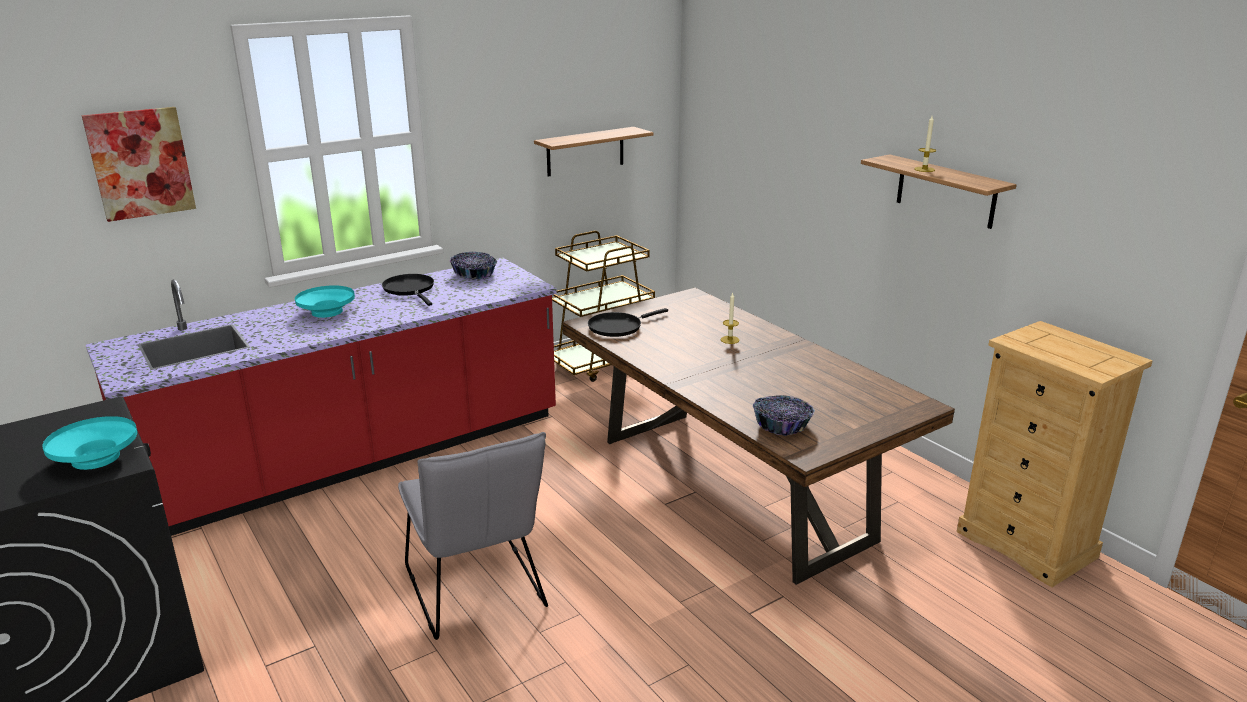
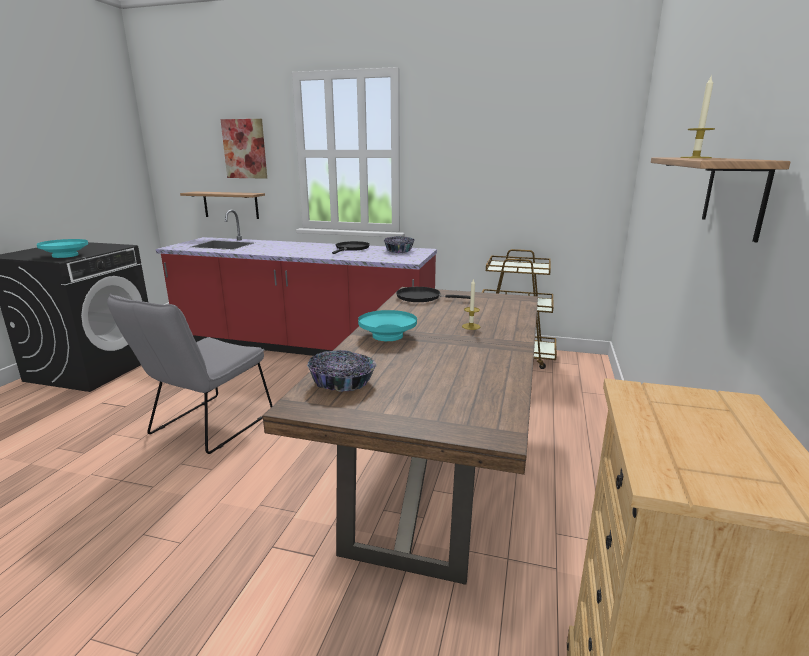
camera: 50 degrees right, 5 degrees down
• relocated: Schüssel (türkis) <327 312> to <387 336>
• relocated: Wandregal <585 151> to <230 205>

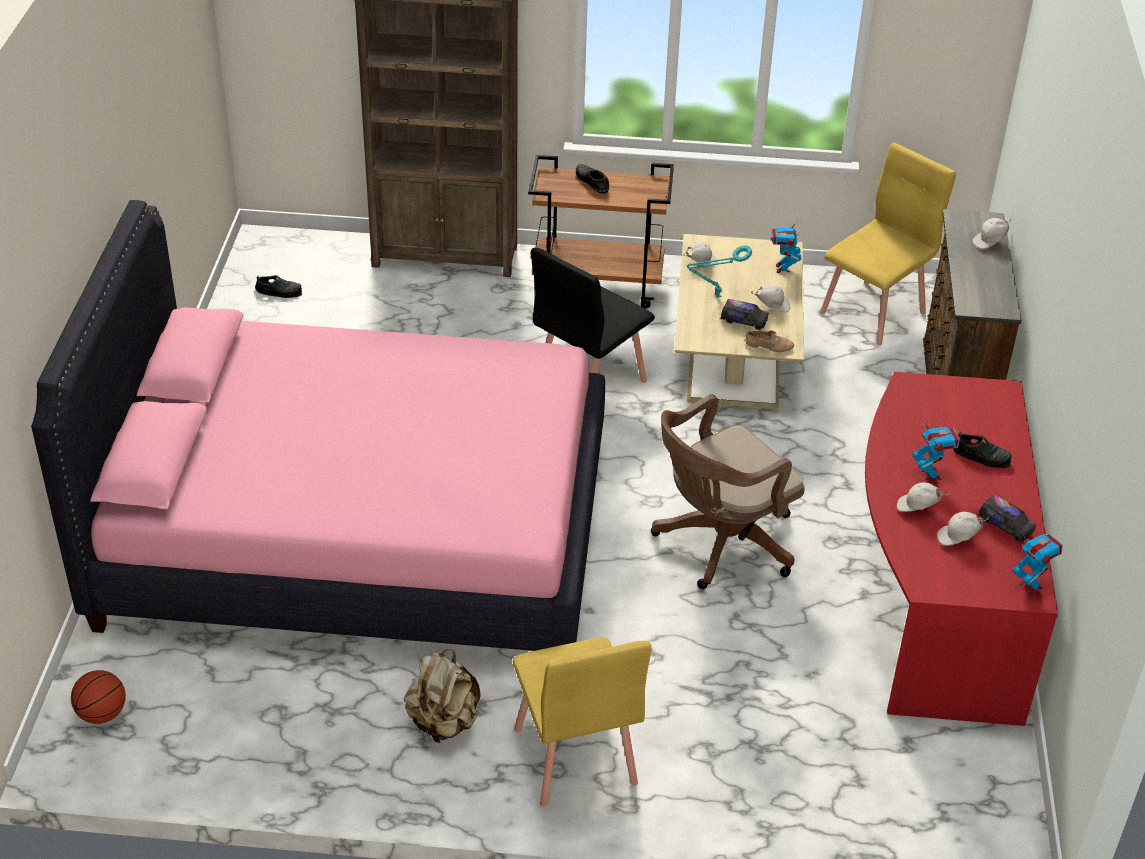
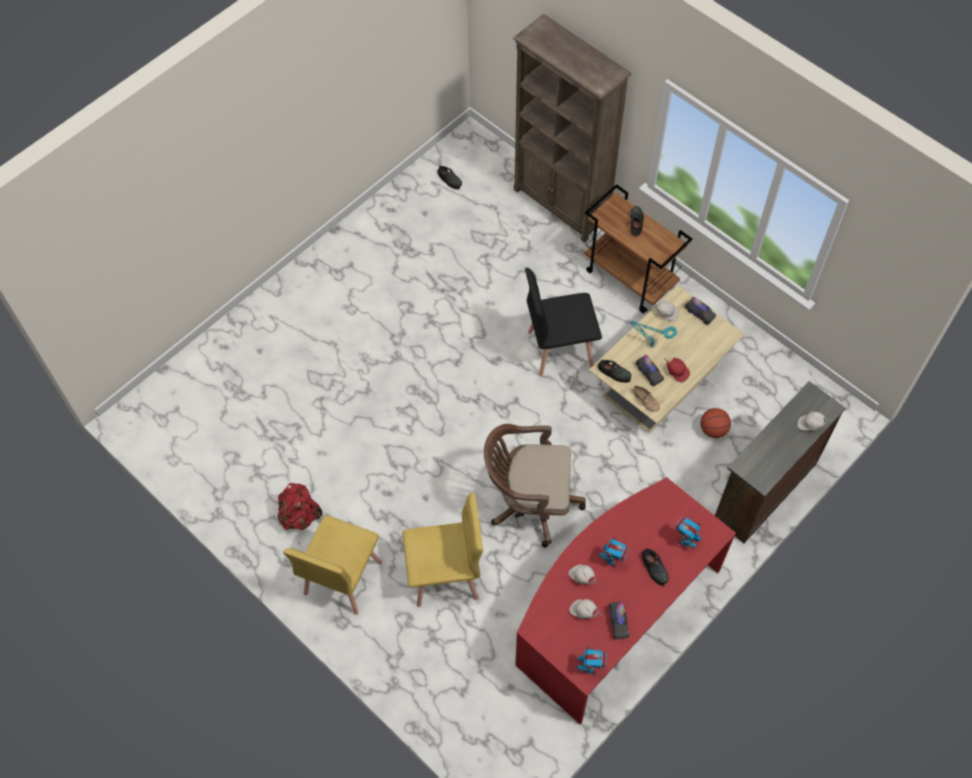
camera: 40 degrees right, 20 degrees up
• missing: Bett (rosa) <356 533>
• relocated: Basketball <102 714> to <713 429>
• colour: Rucksack (beige) <443 723> to Rucksack (rot) <300 515>
• colour: Kappe (weiß) <772 305> to Kappe (rot) <677 372>
• relocated: Spielzeugroboter <782 268> to <685 541>
• relocated: Stuhl (gelb) <874 312> to <445 575>
• appeared: Schuh (schwarz) <614 372>
• appeared: Spielzeuglaster <699 313>

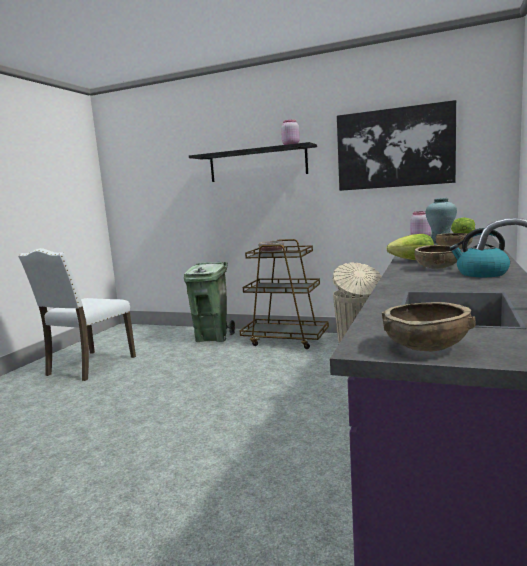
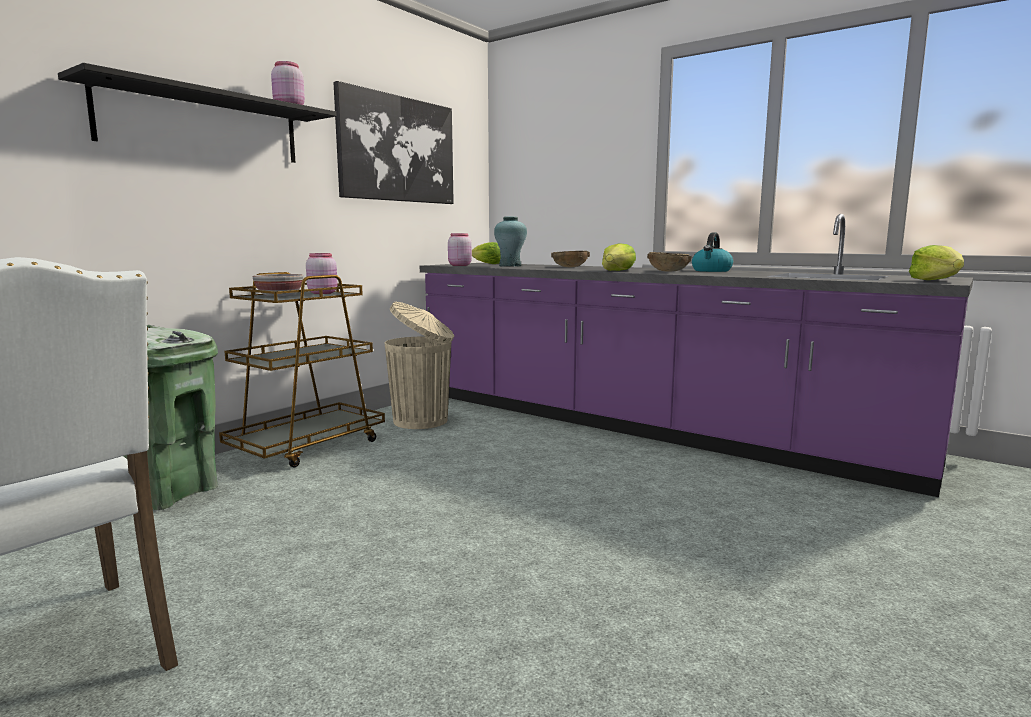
camera: 75 degrees left, 0 degrees up
• exchanged: Schüssel (braun) <426 347> to Salatkopf <936 280>
• appeared: Vorratsglas (rosa) <323 293>

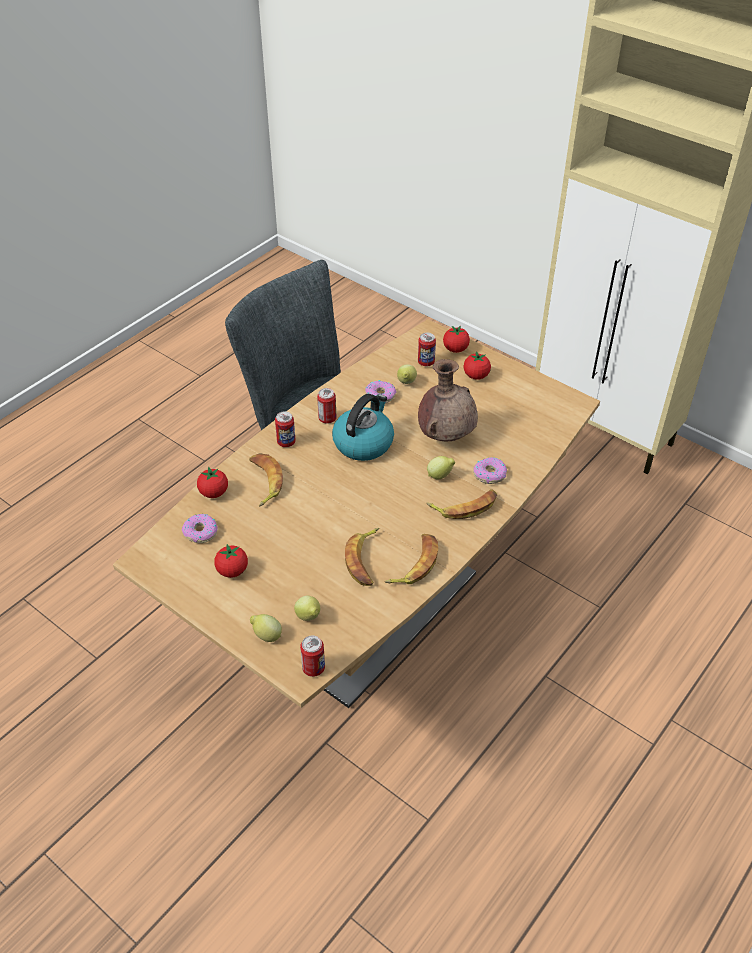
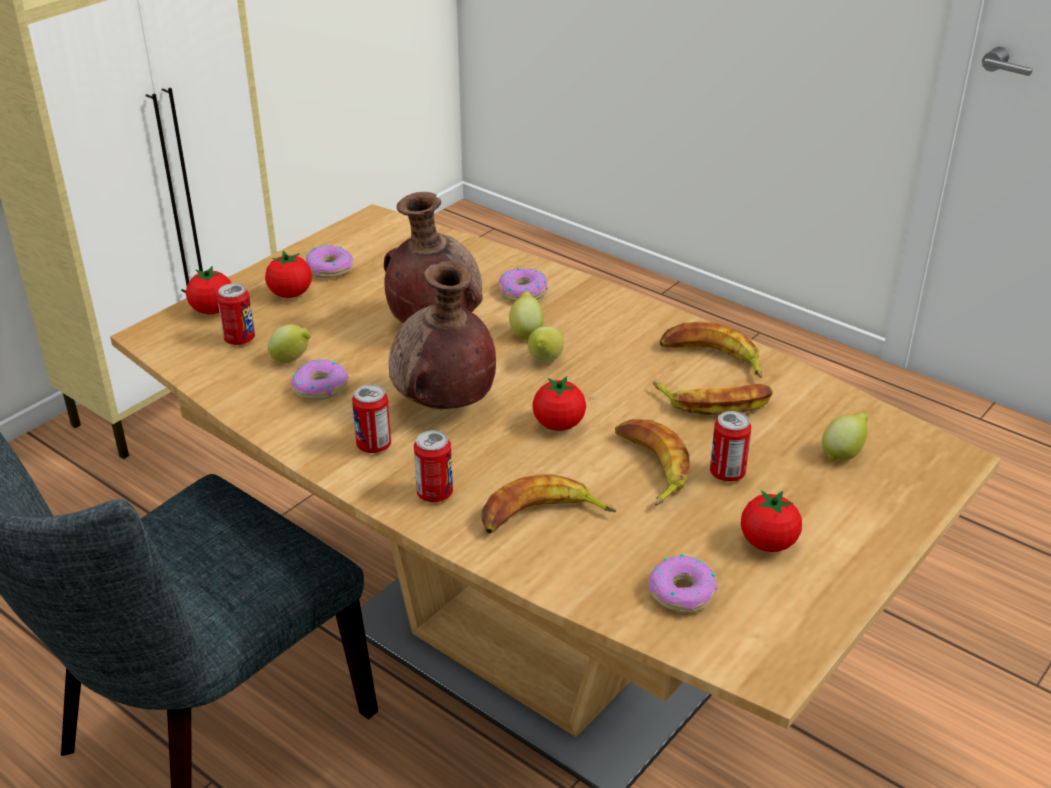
camera: 90 degrees left, 10 degrees down
• relocated: Tomate <214 493> to <558 424>
• relocated: Zitrone <266 636> to <544 361>
• relocated: Dose <313 668> to <727 473>
• exchanged: Wasserkessel <363 443> to Vase (braun) <443 404>
• relocated: Banane <465 507> to <649 467>
• appeared: Donut <330 268>

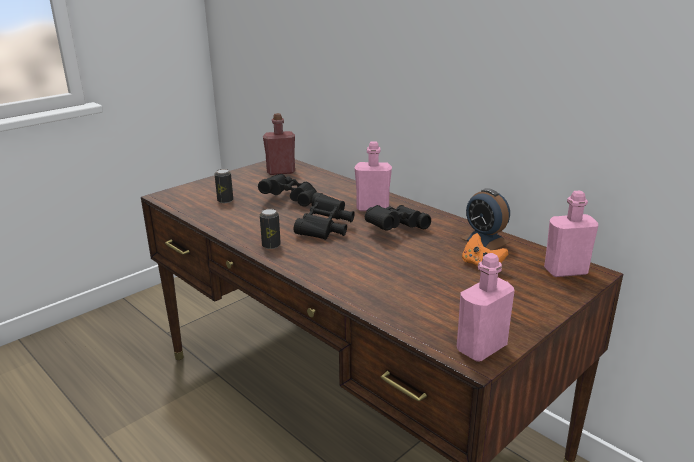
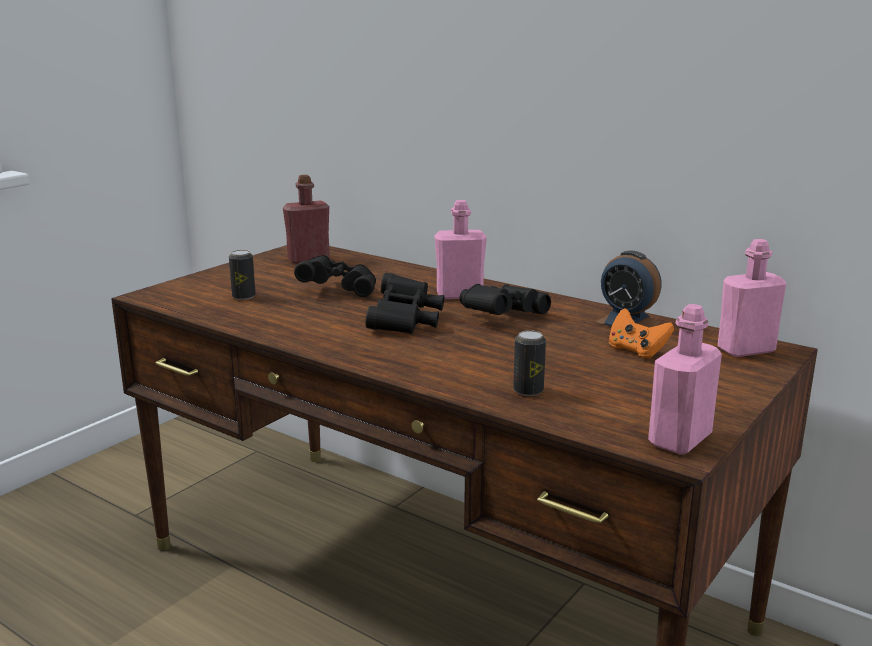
camera: 10 degrees left, 5 degrees down
• relocated: Dose <271 245> to <528 390>

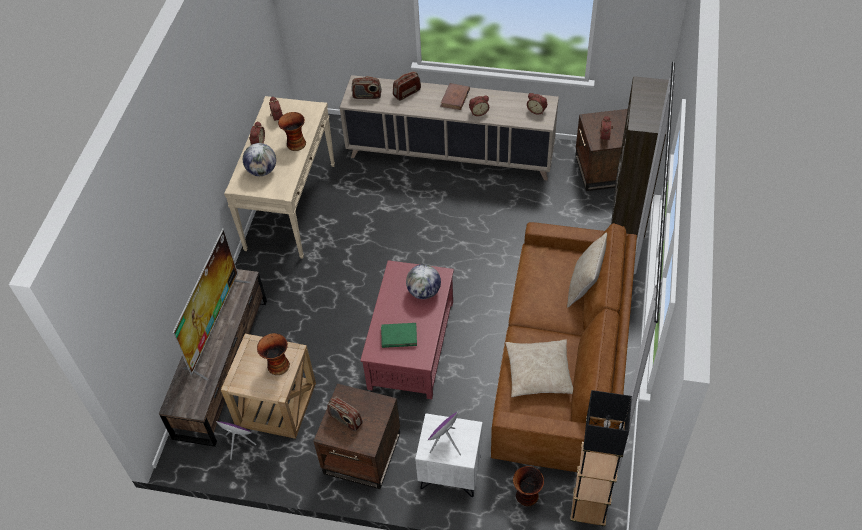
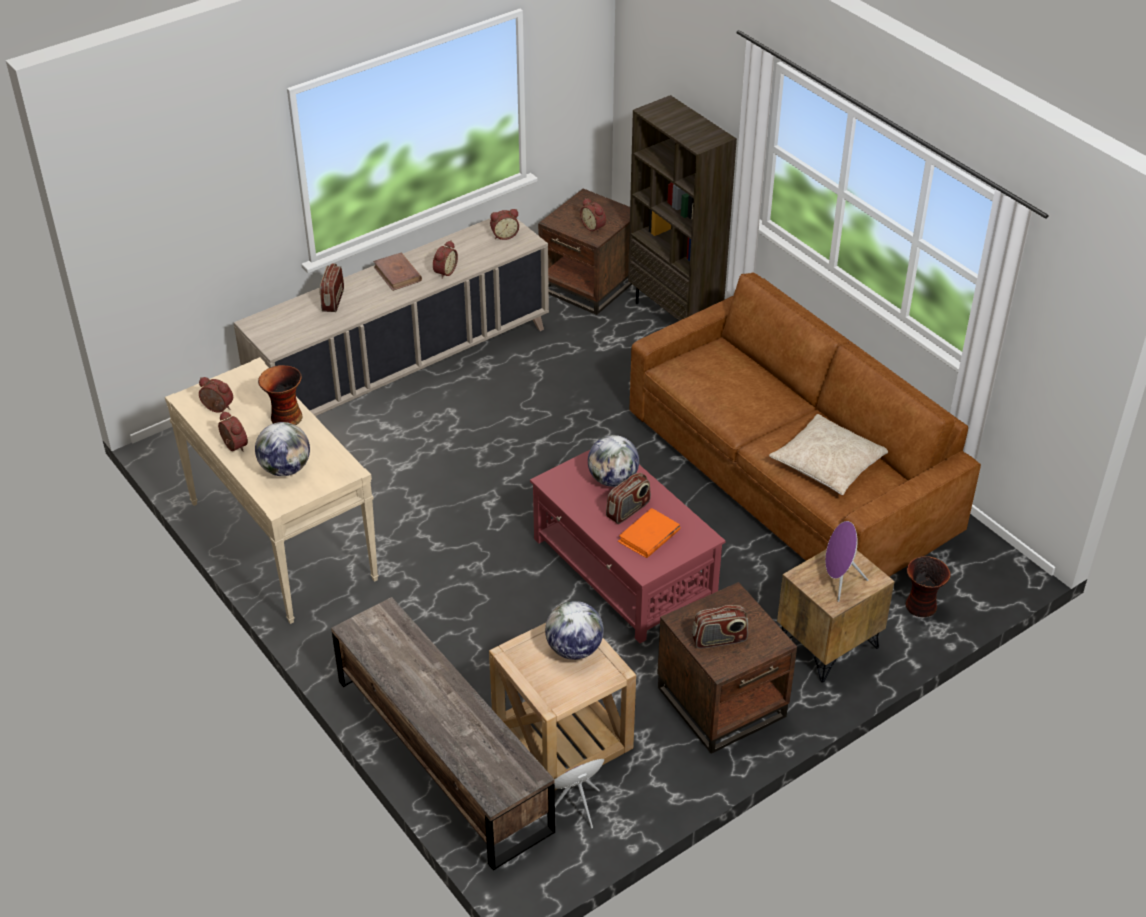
camera: 50 degrees left, 10 degrees down
• missing: Fernseher <215 326>
• exchanged: Vase <277 365> to Globus <574 649>
• relocated: Radio <367 96> to <628 510>
• colour: Buch (grün) <398 337> to Buch (orange) <649 536>
• colour: Nachttisch (weiß) <450 472> to Nachttisch (braun) <828 646>
• missing: Kissen (beige) <584 286>
• missing: Stehlampe (schwarz) <588 509>

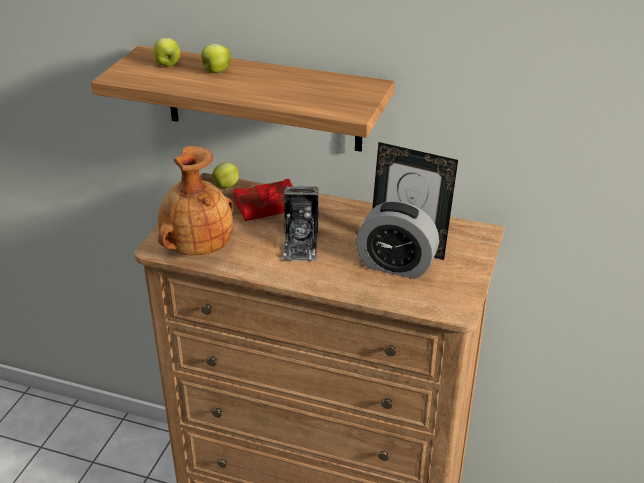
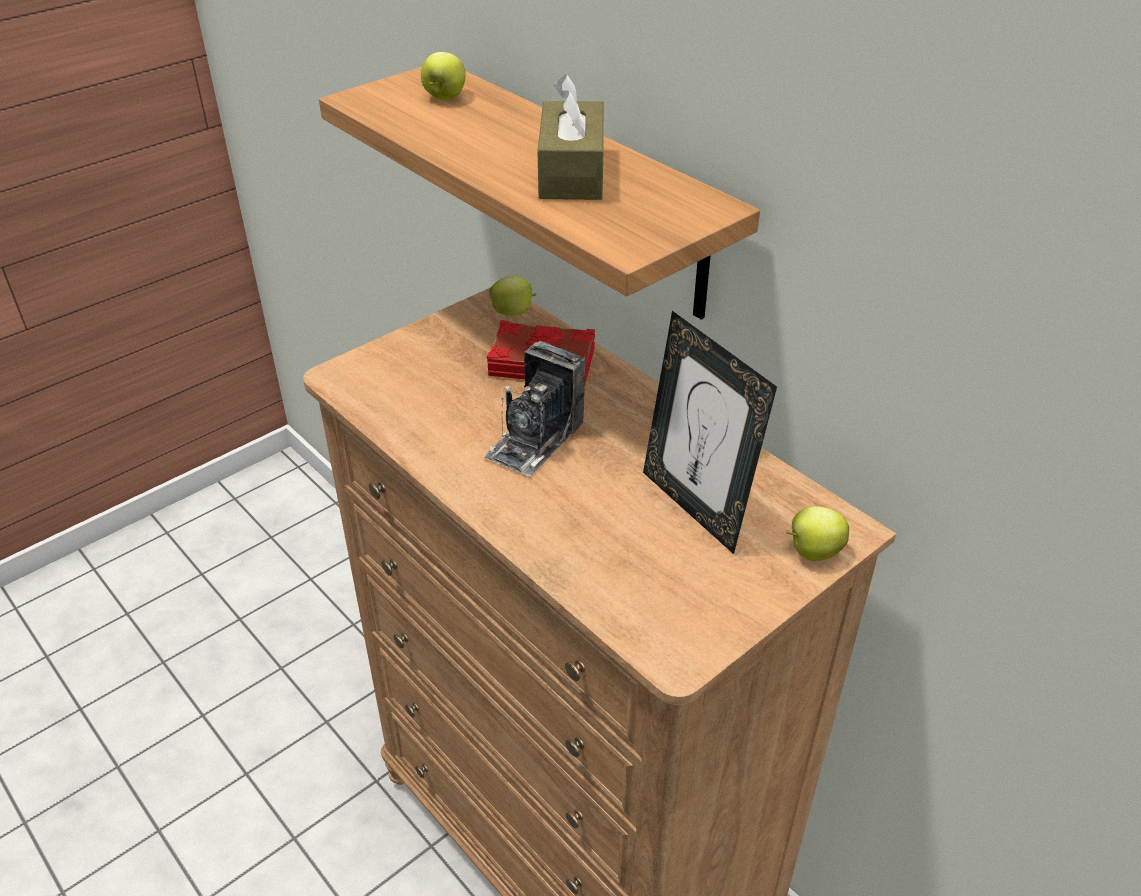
camera: 30 degrees right, 5 degrees up
• missing: Vase (braun) <197 248>
• relocated: Apfel <216 71> to <812 552>
• missing: Wecker <395 266>
• appeared: Taschentuchbox (braun) <571 173>

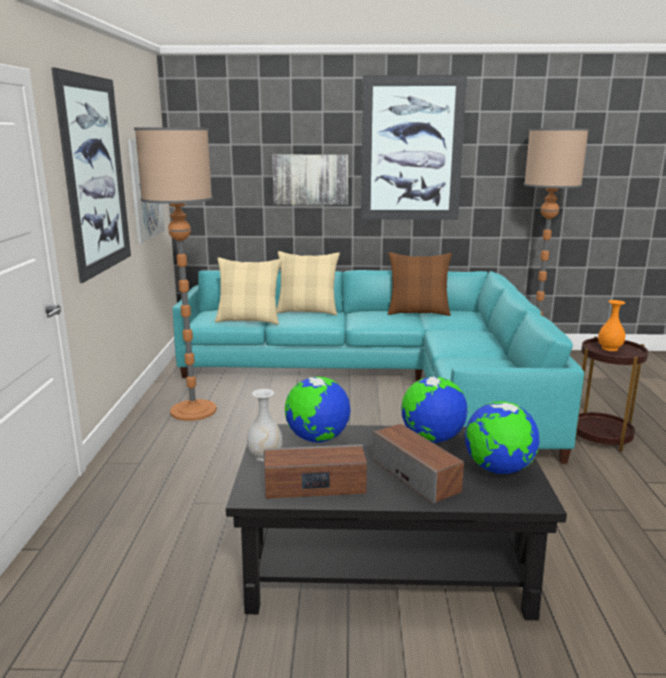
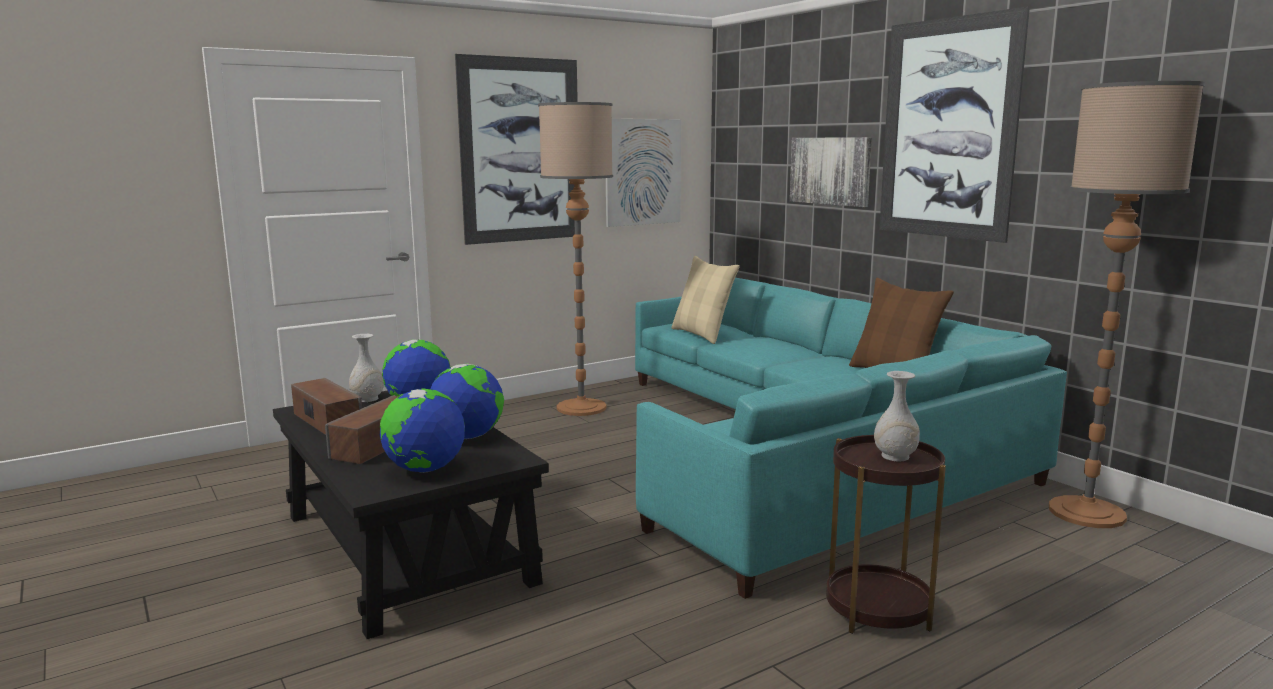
camera: 55 degrees right, 5 degrees down
• missing: Kissen (beige) <307 311>
• colour: Vase (orange) <610 349> to Vase (weiß) <895 456>

